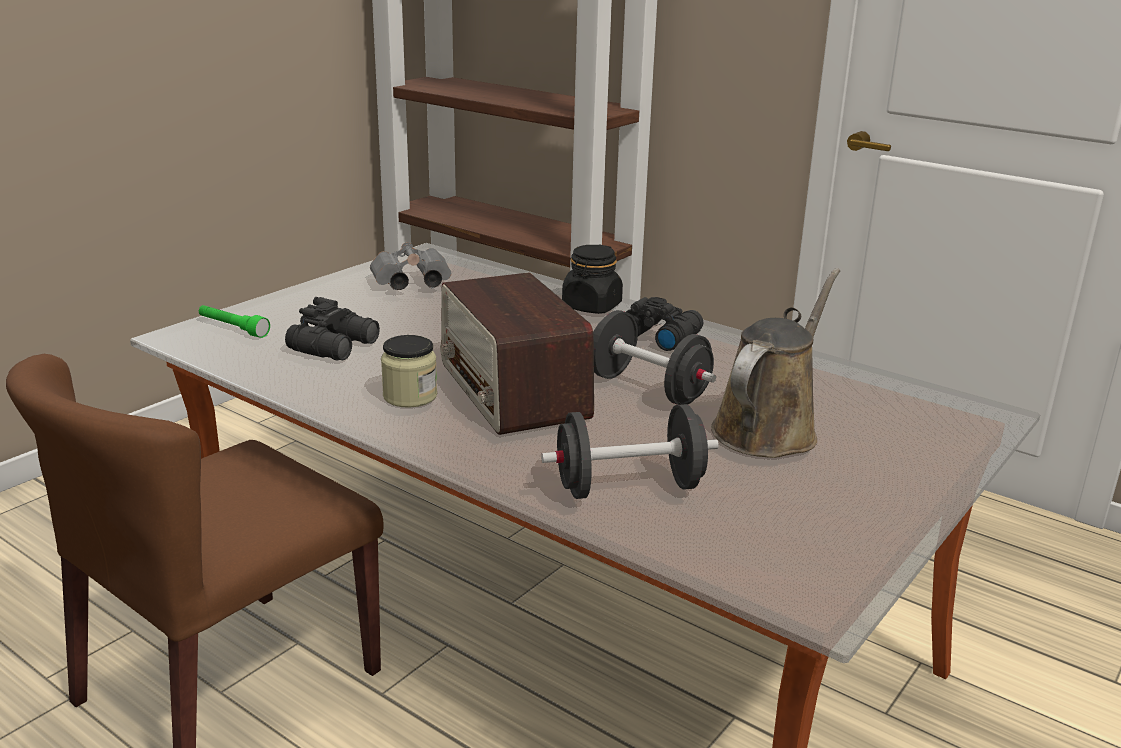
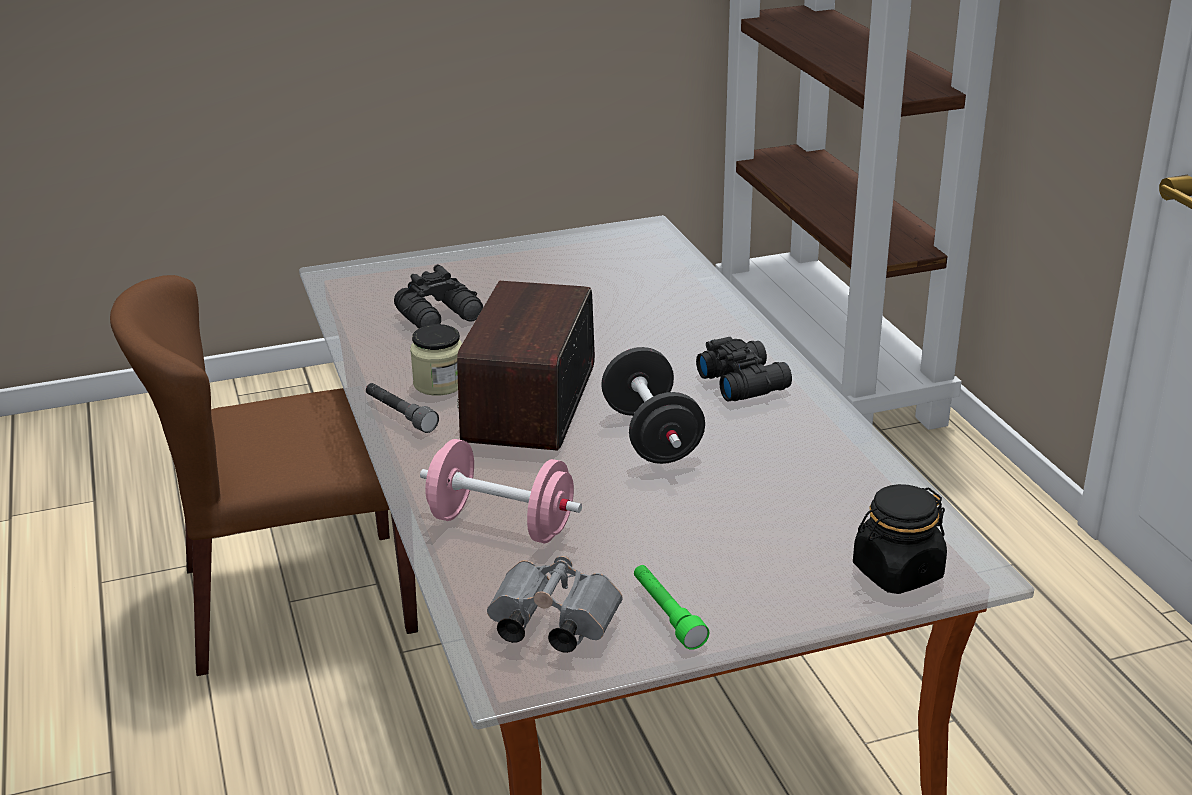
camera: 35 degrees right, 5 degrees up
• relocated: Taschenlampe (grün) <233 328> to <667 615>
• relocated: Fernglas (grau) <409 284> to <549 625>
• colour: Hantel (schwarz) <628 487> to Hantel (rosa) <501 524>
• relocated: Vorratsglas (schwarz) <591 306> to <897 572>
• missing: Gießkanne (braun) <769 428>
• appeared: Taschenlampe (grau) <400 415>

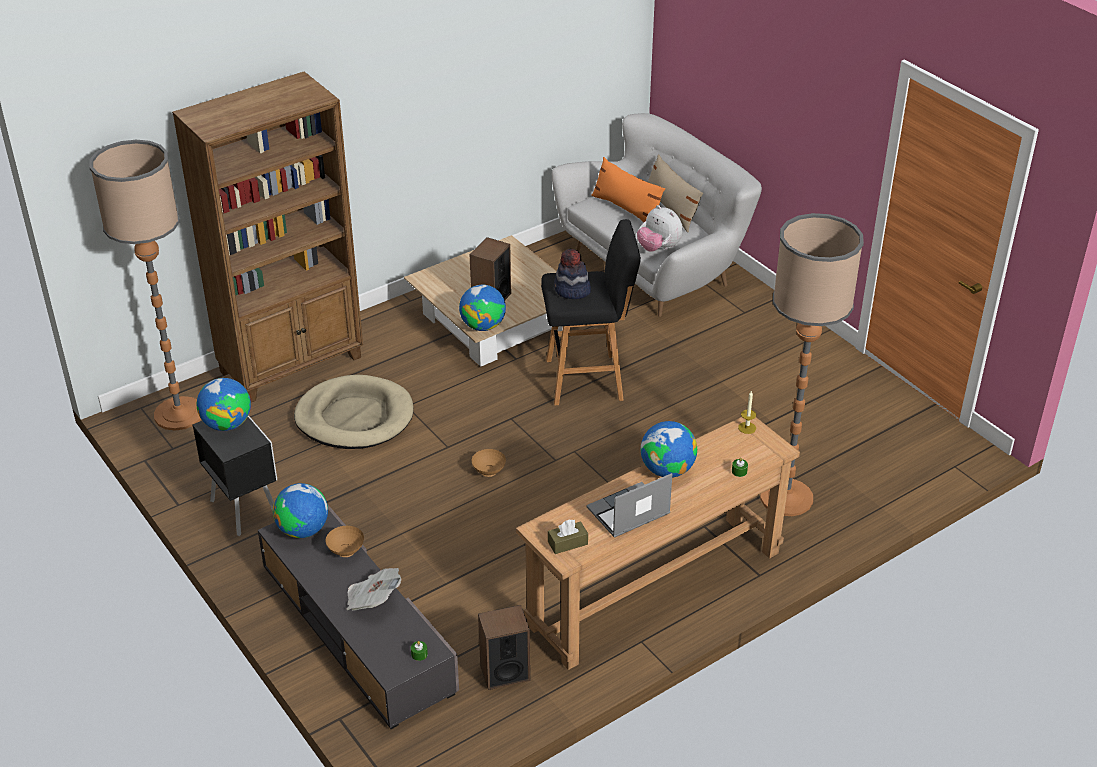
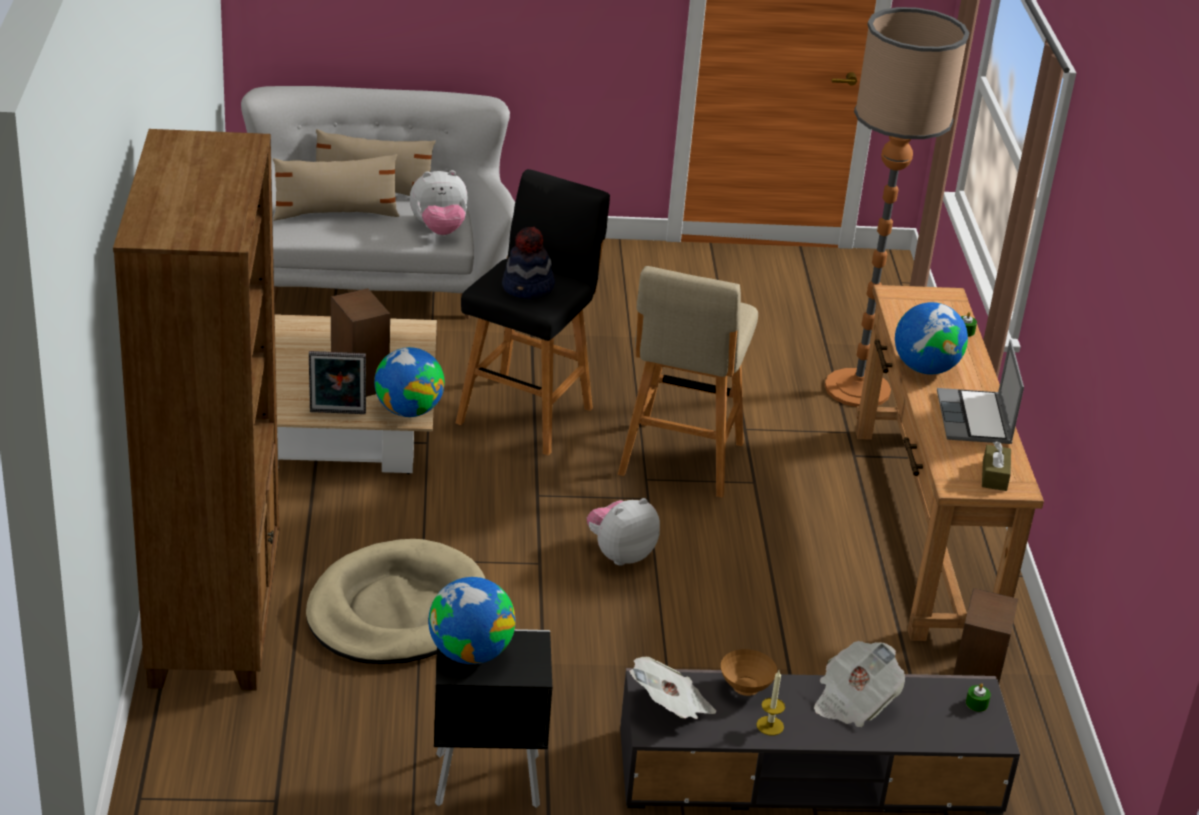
camera: 60 degrees left, 5 degrees down
• missing: Stehlampe <179 414>
• exchanged: Globus <303 530> to Zeitung <671 707>
• exchanged: Schüssel (braun) <488 472> to Plüschtier <620 554>
• colour: Kissen (orange) <627 209> to Kissen (beige) <335 213>
• relocated: Kerze <747 428> to <770 725>
• appeared: Bilderrahmen <337 413>
• appeared: Hocker (beige) <680 462>

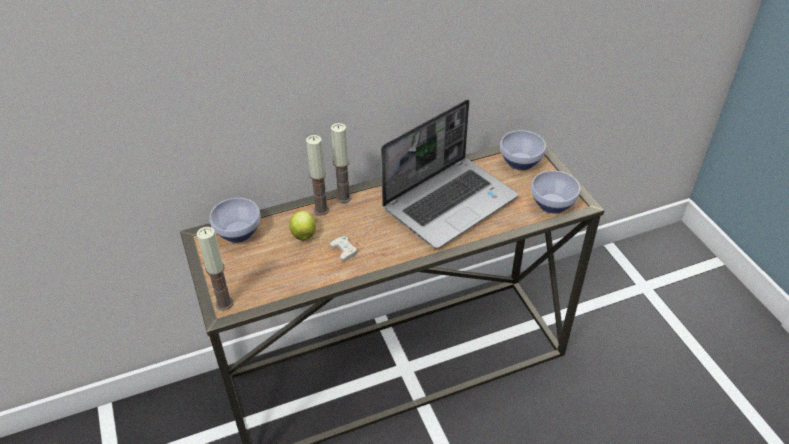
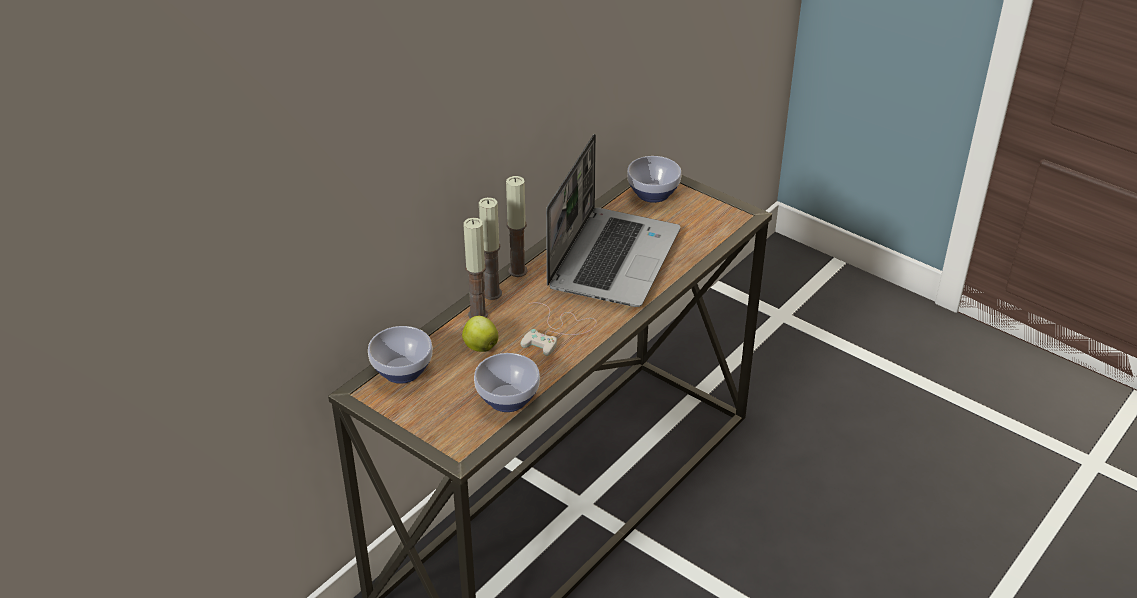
camera: 30 degrees left, 5 degrees down
• relocated: Kerze <224 303> to <517 271>
• relocated: Schüssel <551 204> to <506 400>

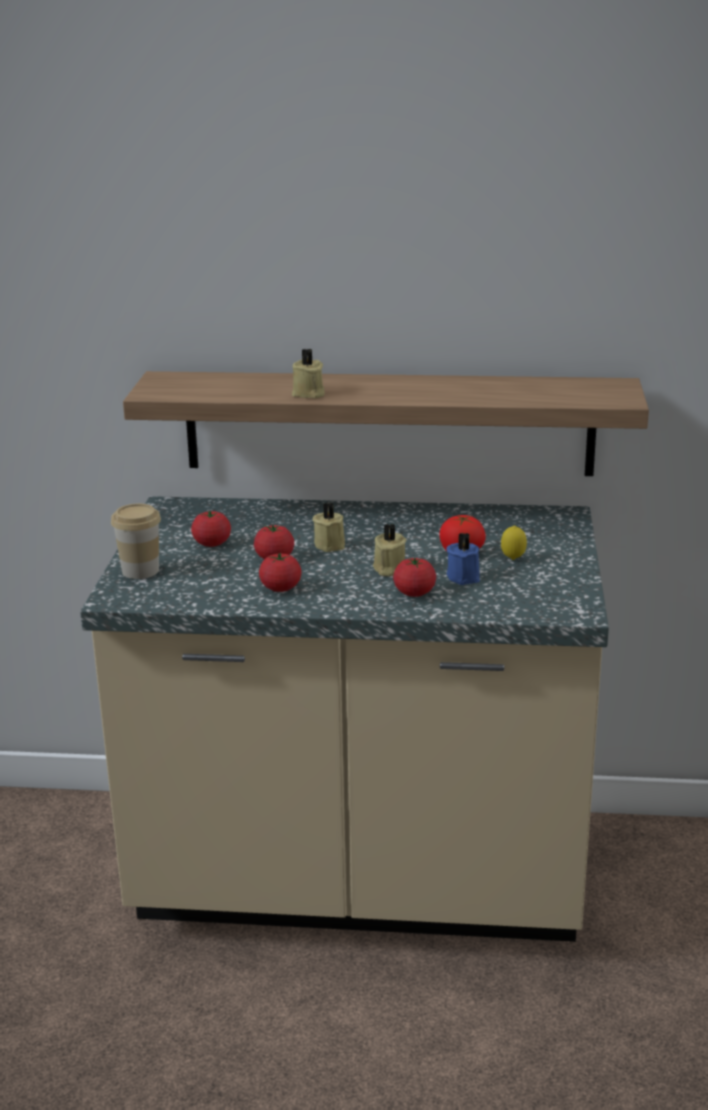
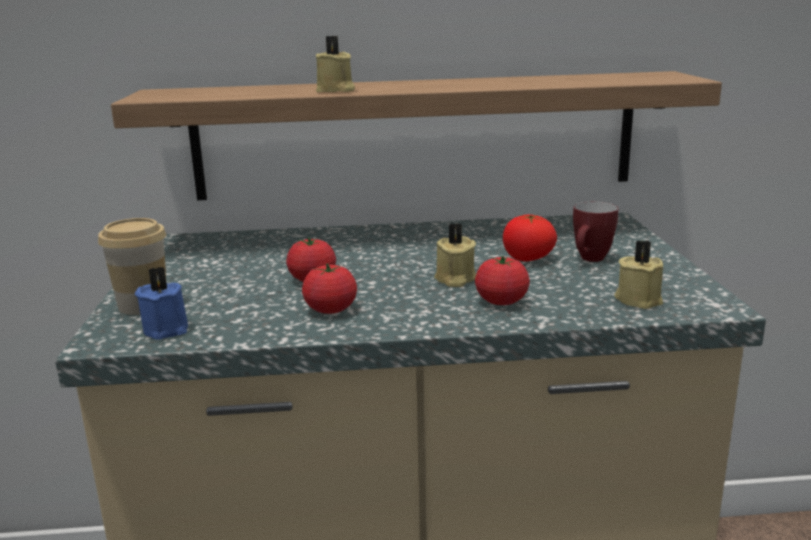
camera: 10 degrees left, 5 degrees down
• missing: Tomate <212 543>
• relocated: Kerze (beige) <331 544> to <639 299>
• relocated: Kerze (blau) <464 576> to <167 328>
• exchanged: Zitrone <513 559> to Henkelbecher <590 260>

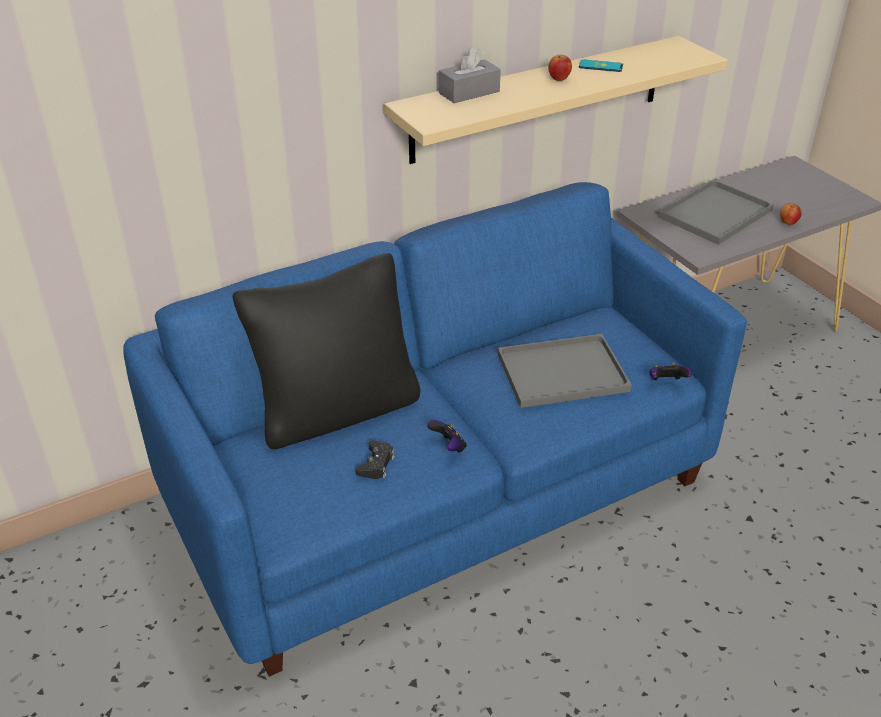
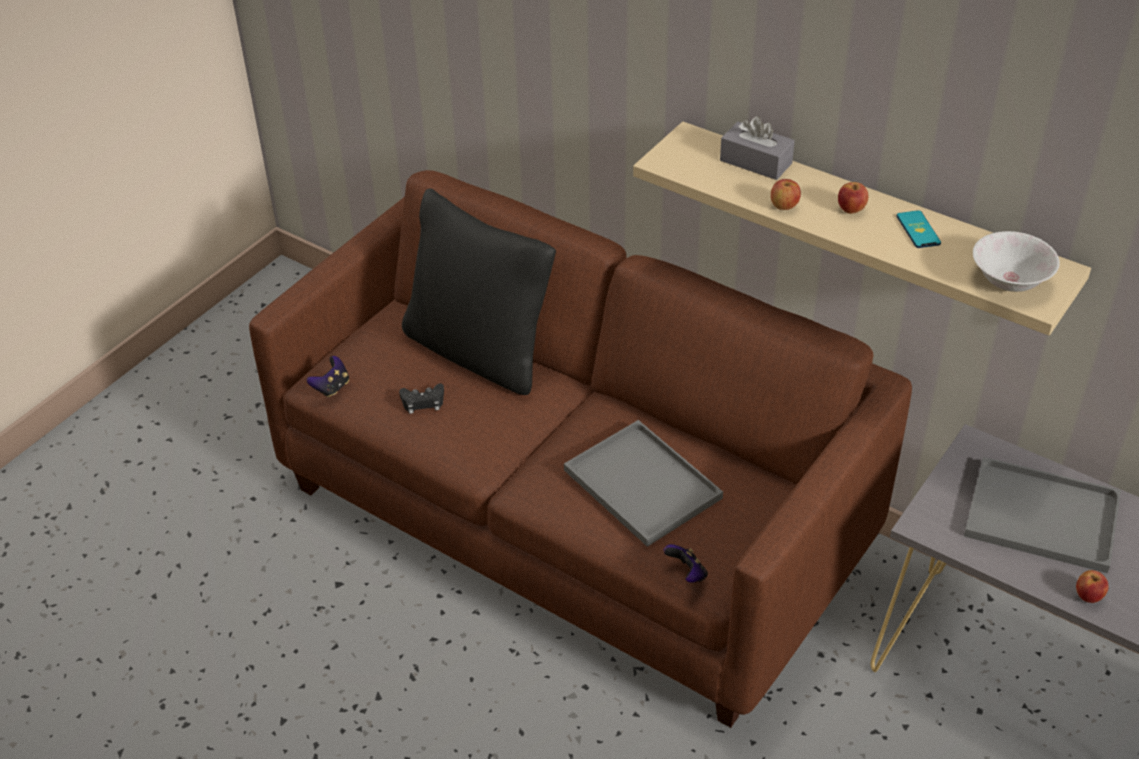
camera: 65 degrees right, 5 degrees up
• colour: Sofa (blau) <441 491> to Sofa (braun) <575 516>
• relocated: Gamepad <448 447> to <332 387>
• appeared: Apfel <784 206>
• appeared: Schüssel (weiß) <1009 281>

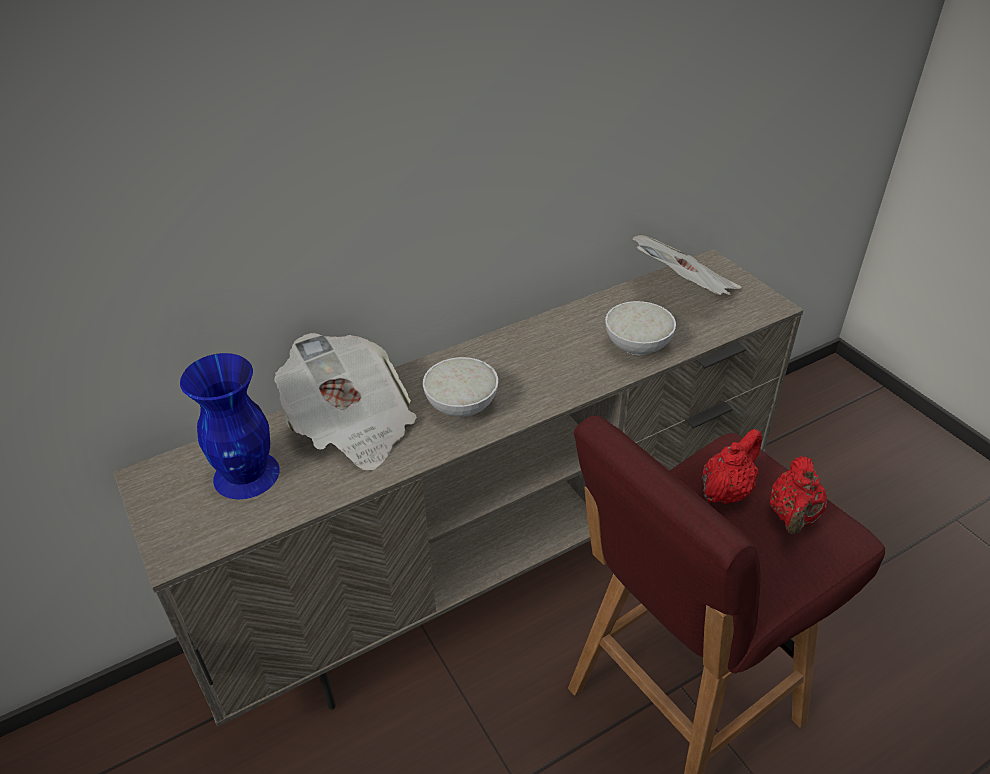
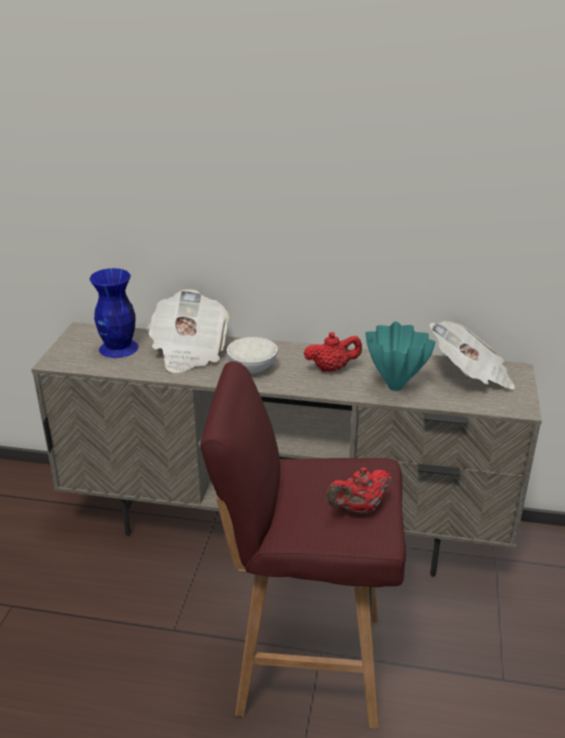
camera: 40 degrees right, 10 degrees down
• exchanged: Schüssel (weiß) <637 344> to Vase (türkis) <394 387>
• relocated: Teekanne (rot) <726 491> to <332 368>

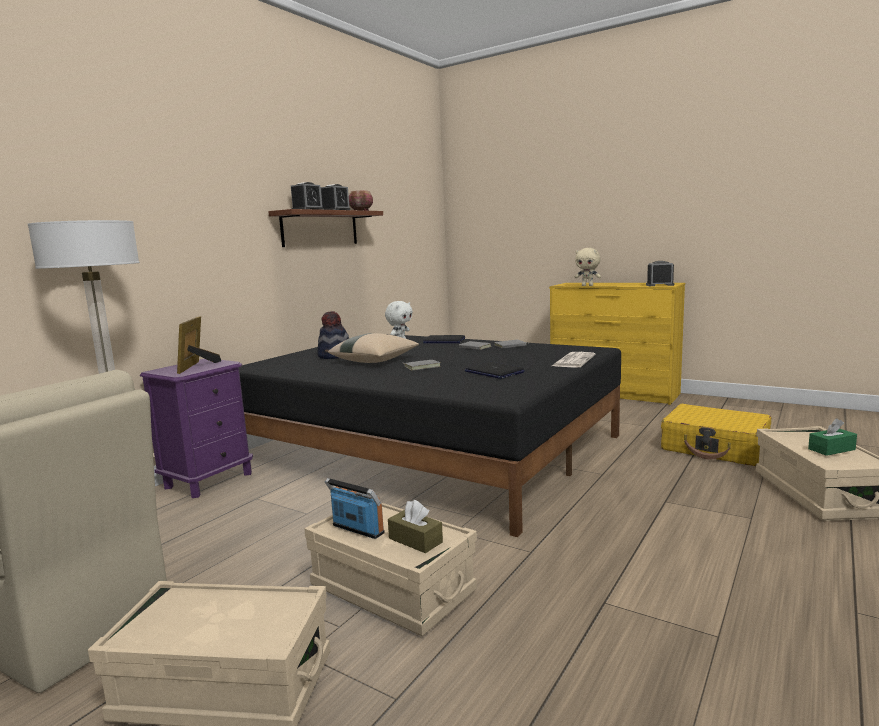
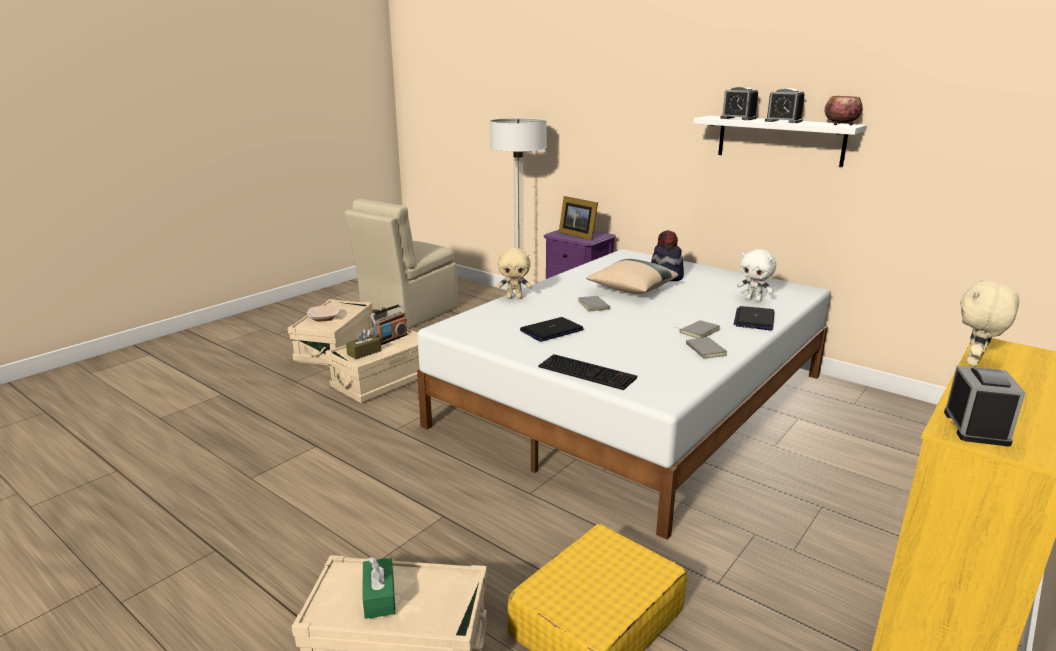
camera: 95 degrees right, 10 degrees up
• spun: Bilderrahmen <197 366> = <578 235> 135 degrees counterclockwise
• colour: Bett (schwarz) <427 448> to Bett (weiß) <634 400>
• colour: Wandregal (braun) <320 228> to Wandregal (weiß) <780 140>
• exchanged: Zeitung <573 361> to Tastatur <588 372>
• appeared: Schüssel <324 318>
• appeared: Plüschtier (beige) <514 298>

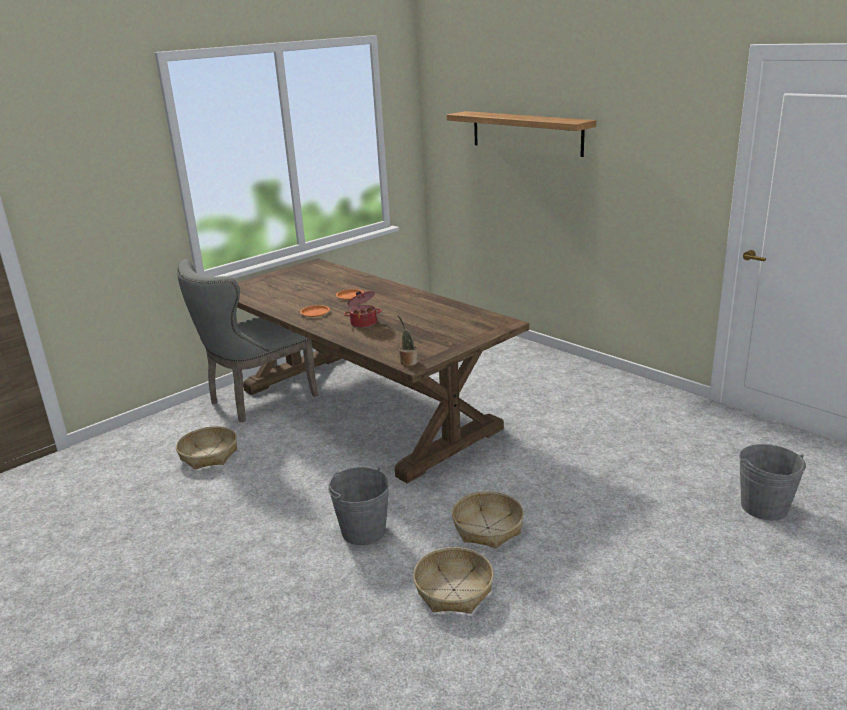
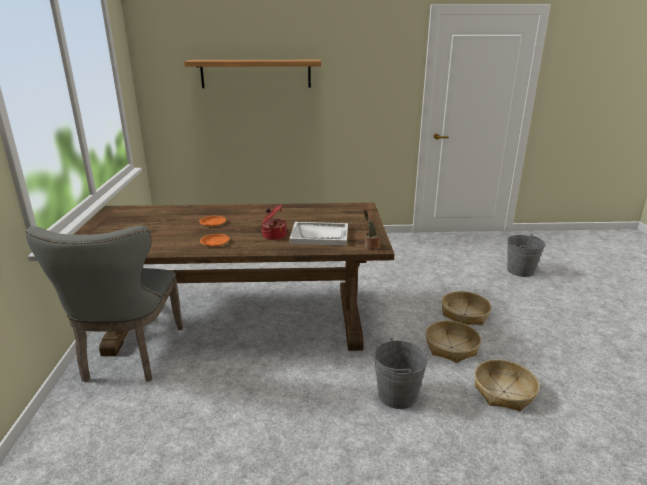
camera: 50 degrees left, 0 degrees up
• relocated: Korb <209 455> to <464 314>
• appeared: Tablett (weiß) <319 235>

